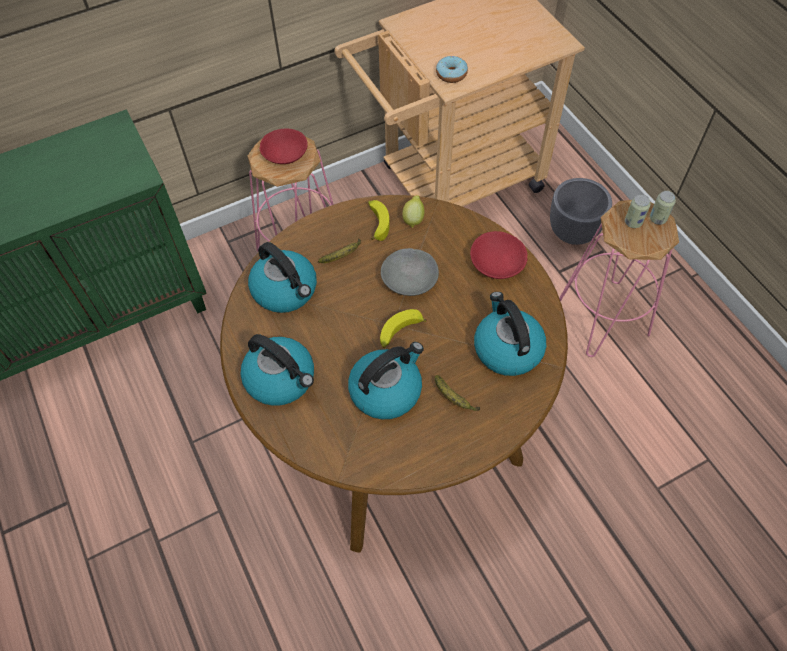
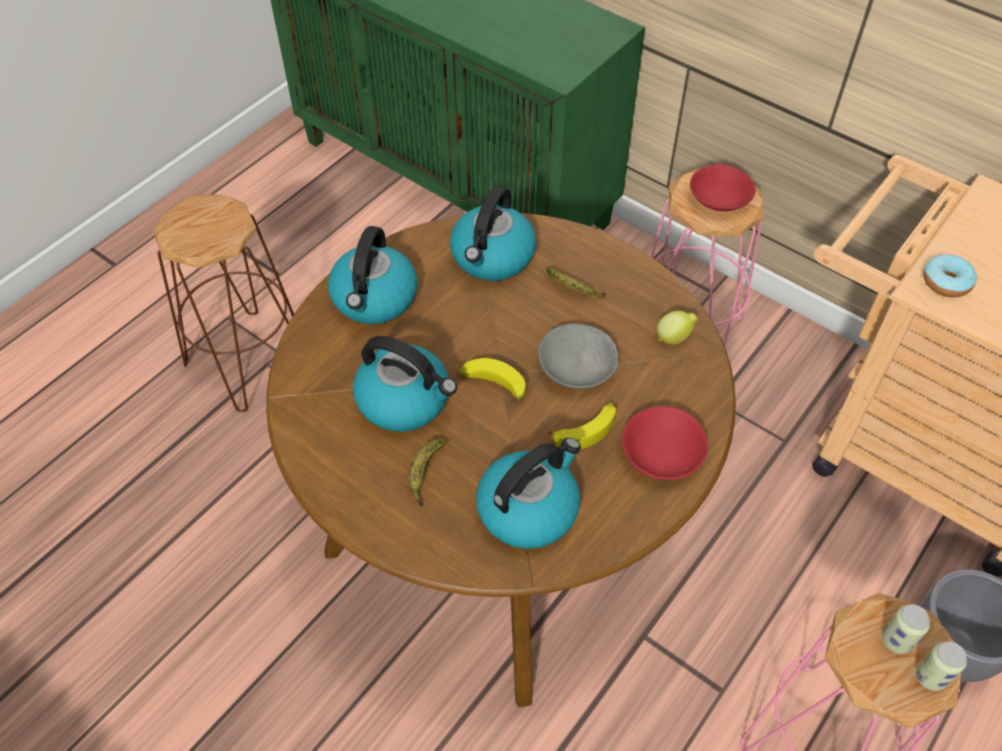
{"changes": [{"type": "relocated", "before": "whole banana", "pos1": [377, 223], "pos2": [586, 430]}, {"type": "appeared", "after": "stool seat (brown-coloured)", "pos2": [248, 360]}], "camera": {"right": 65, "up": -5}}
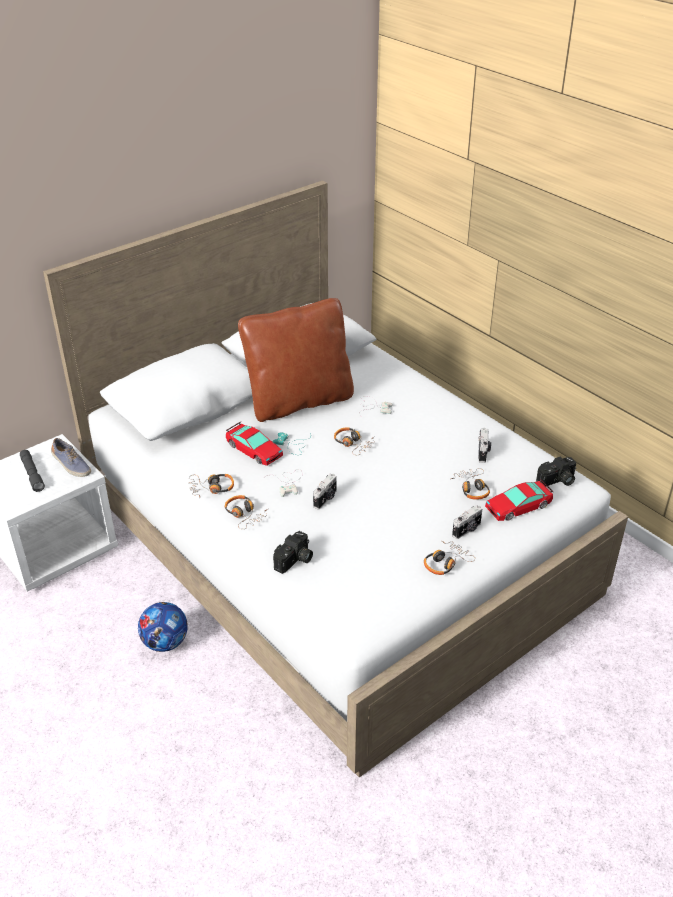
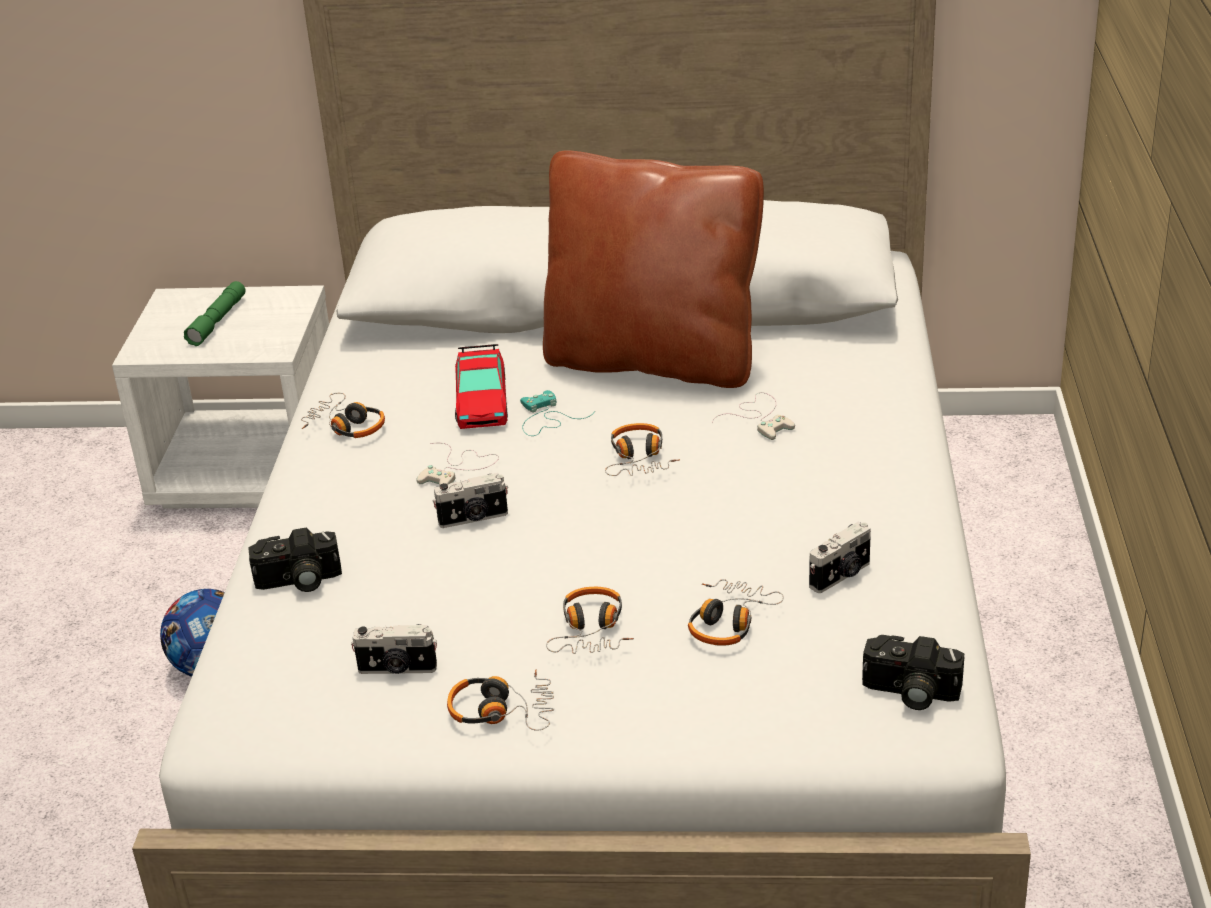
{"changes": [{"type": "missing", "before": "low shoe", "pos1": [71, 465]}, {"type": "colour", "before": "torch (gray)", "after": "torch (greenish)", "pos1": [32, 474], "pos2": [217, 321]}, {"type": "missing", "before": "miniature car", "pos1": [518, 506]}, {"type": "relocated", "before": "headset", "pos1": [244, 515], "pos2": [591, 631]}, {"type": "relocated", "before": "still camera", "pos1": [467, 530], "pos2": [397, 669]}], "camera": {"right": 45, "up": -5}}
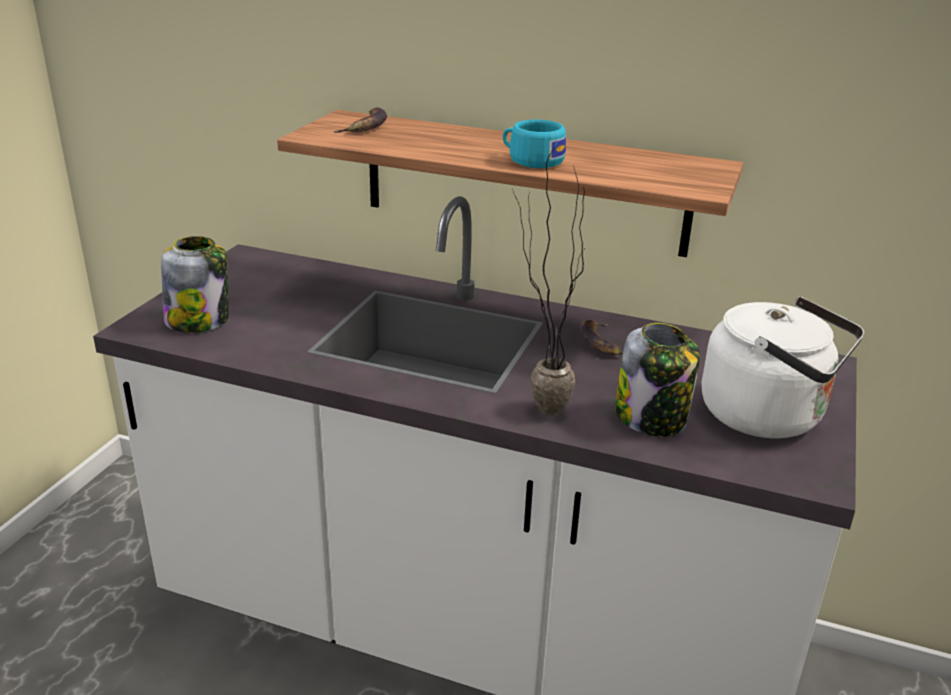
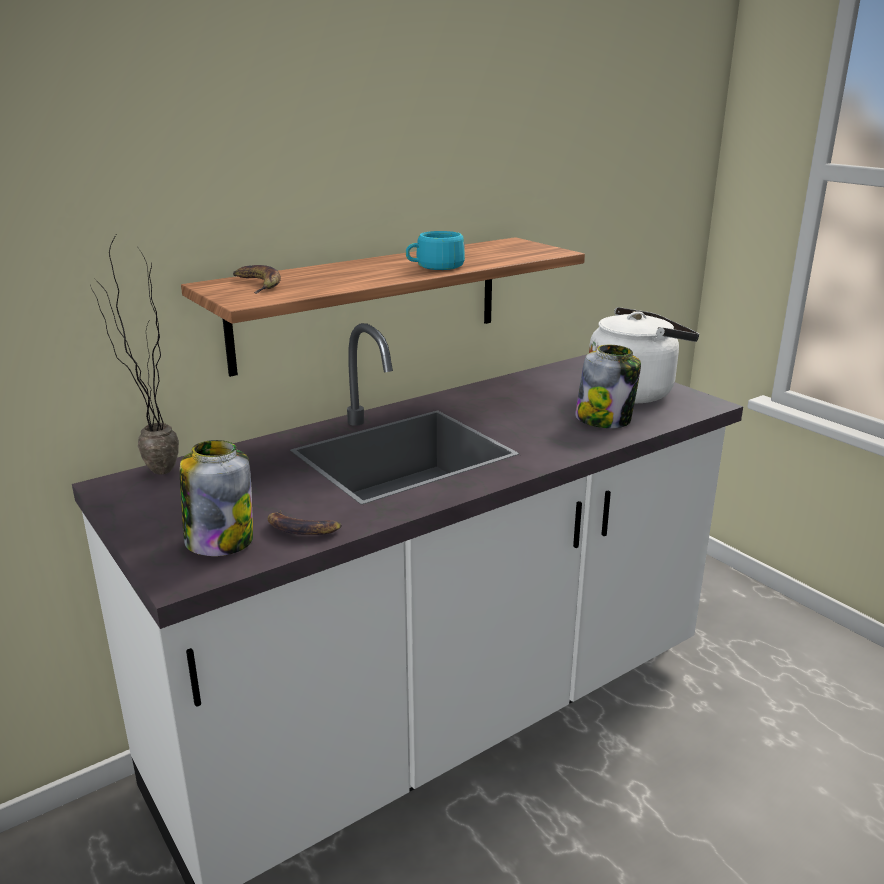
{"changes": [{"type": "relocated", "before": "houseplant", "pos1": [536, 409], "pos2": [150, 475]}, {"type": "relocated", "before": "whole banana", "pos1": [600, 342], "pos2": [302, 528]}], "camera": {"right": -55, "up": -5}}
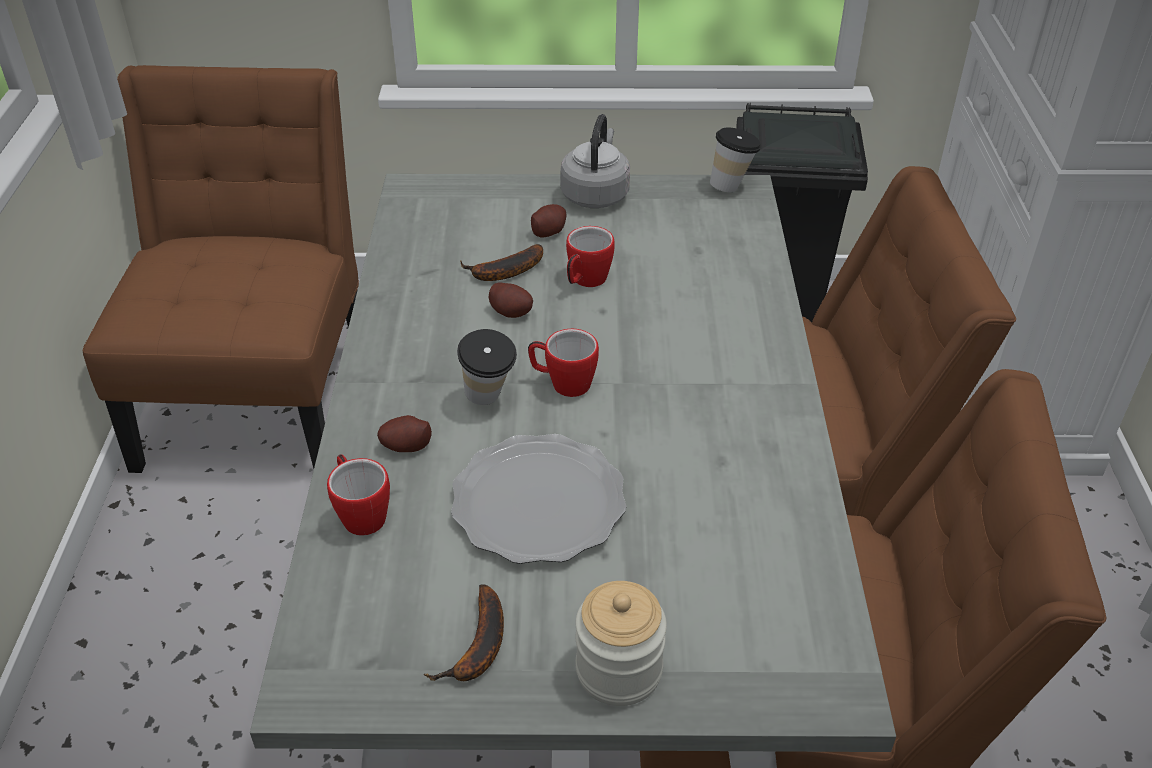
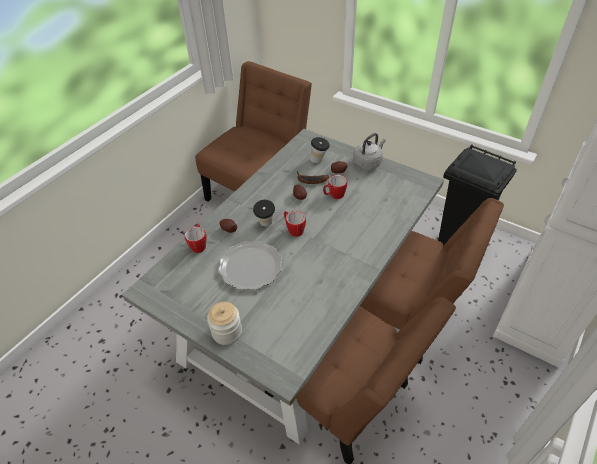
{"changes": [{"type": "relocated", "before": "small cup", "pos1": [732, 186], "pos2": [319, 160]}, {"type": "missing", "before": "whole banana", "pos1": [478, 648]}], "camera": {"right": 35, "up": 5}}
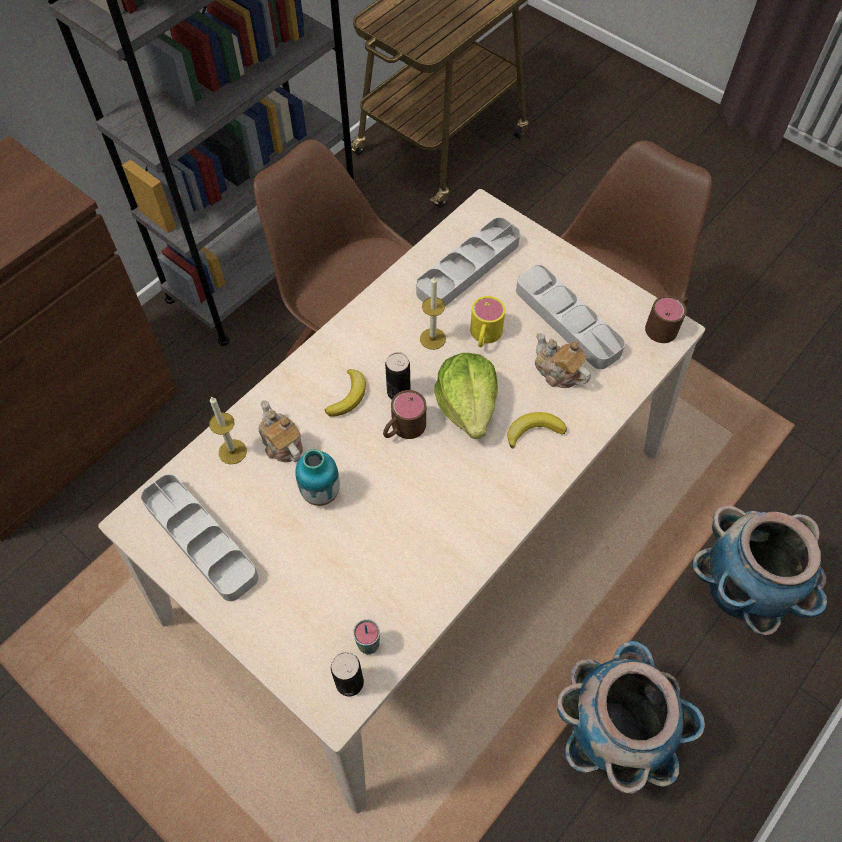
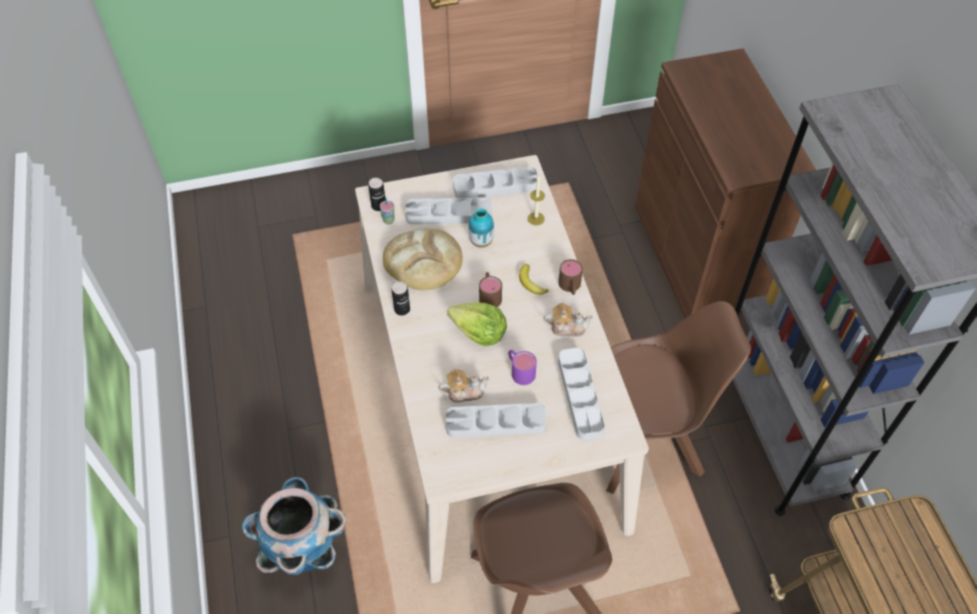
{"changes": [{"type": "missing", "before": "wax candle", "pos1": [432, 338]}, {"type": "colour", "before": "mug (yellowish)", "after": "mug (purplish)", "pos1": [484, 336], "pos2": [519, 371]}, {"type": "relocated", "before": "mug (brown-coloured)", "pos1": [666, 325], "pos2": [570, 287]}, {"type": "relocated", "before": "sealed can", "pos1": [398, 392], "pos2": [402, 309]}, {"type": "relocated", "before": "pot for tea", "pos1": [281, 444], "pos2": [567, 327]}, {"type": "missing", "before": "whole banana", "pos1": [533, 430]}, {"type": "missing", "before": "flower pot", "pos1": [610, 734]}, {"type": "appeared", "after": "tray (gray)", "pos2": [449, 214]}, {"type": "appeared", "after": "bakery bread", "pos2": [423, 261]}], "camera": {"right": 125, "up": -5}}
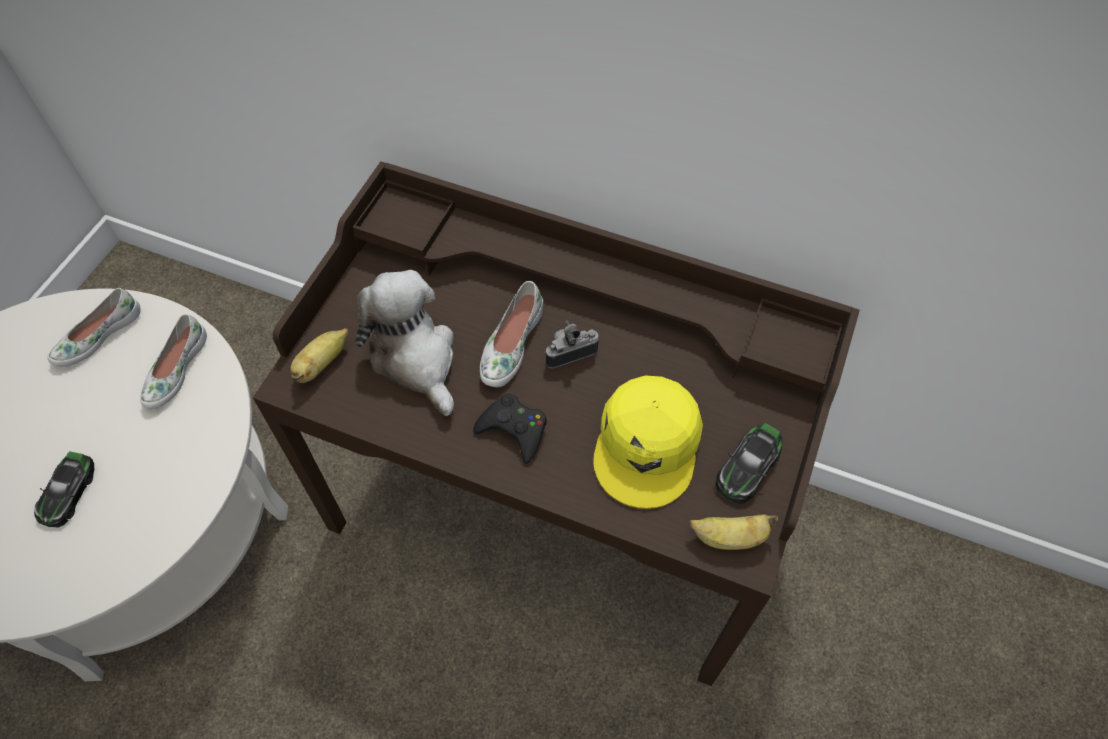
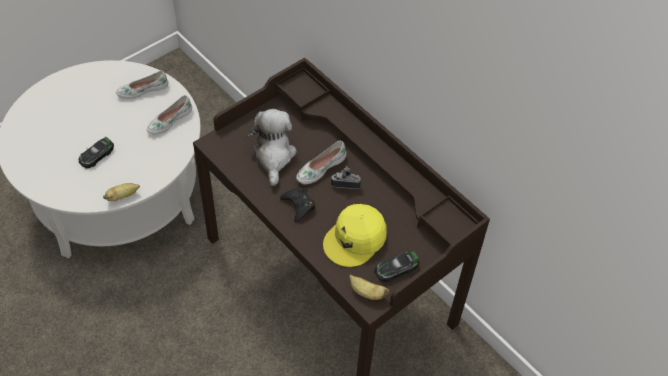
{"changes": [{"type": "relocated", "before": "whole banana", "pos1": [322, 364], "pos2": [122, 196]}], "camera": {"right": 25, "up": -5}}
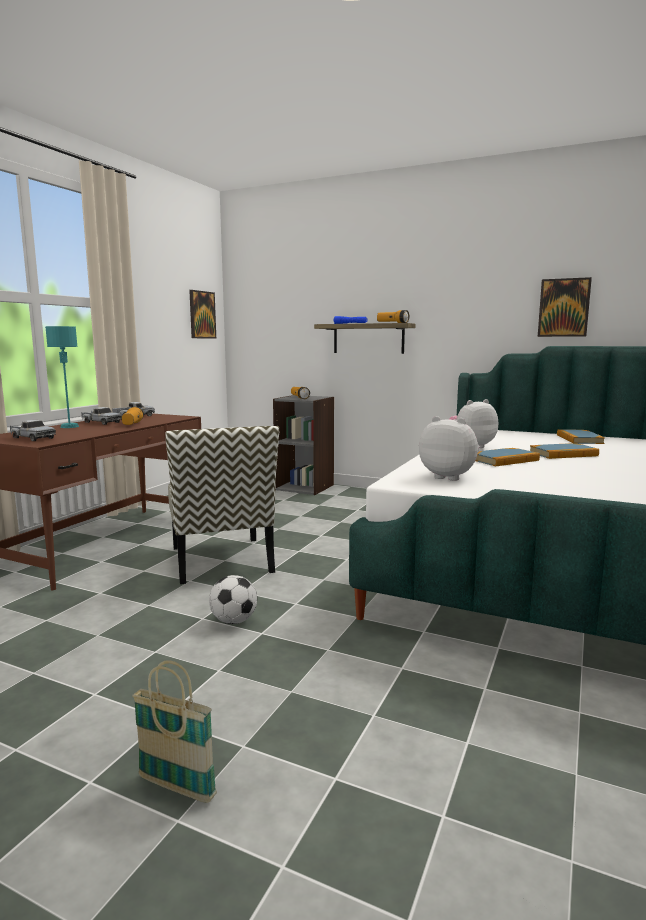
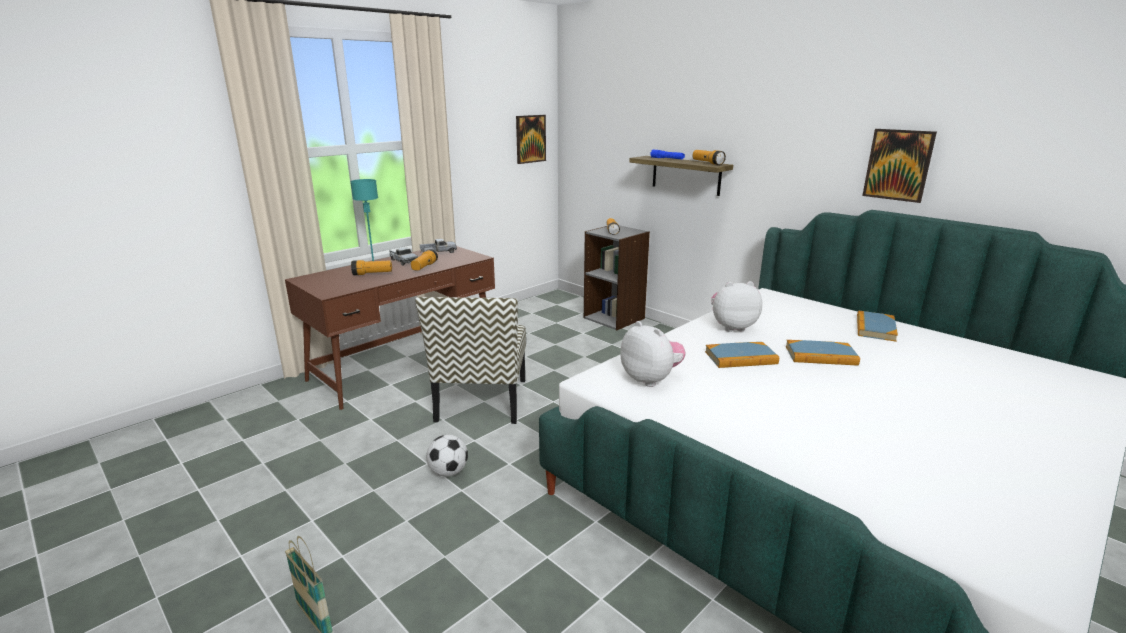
{"changes": [{"type": "missing", "before": "toy lorry", "pos1": [32, 438]}, {"type": "appeared", "after": "torch", "pos2": [372, 274]}], "camera": {"right": 20, "up": 10}}
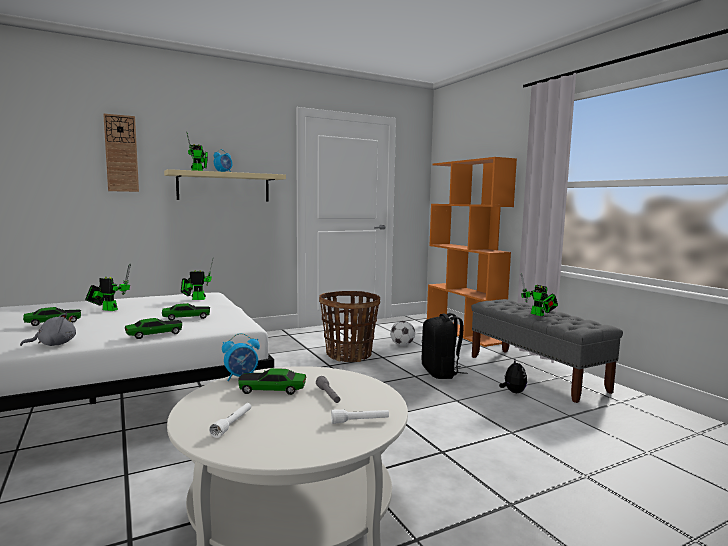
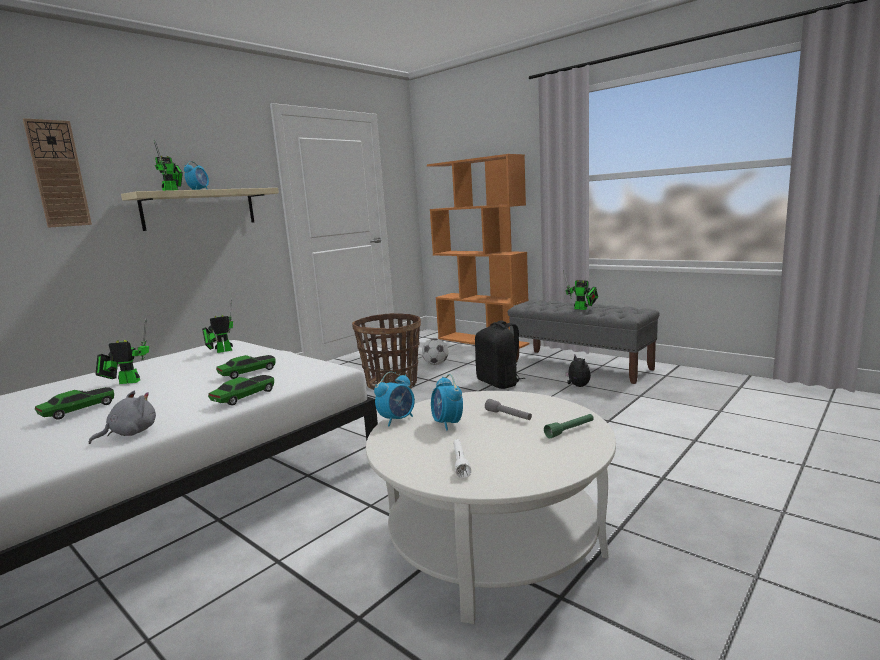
{"changes": [{"type": "exchanged", "before": "miniature car", "after": "bedside clock", "pos1": [272, 390], "pos2": [447, 424]}, {"type": "colour", "before": "torch (white-coloured)", "after": "torch (greenish)", "pos1": [360, 421], "pos2": [570, 430]}], "camera": {"right": -20, "up": 5}}
